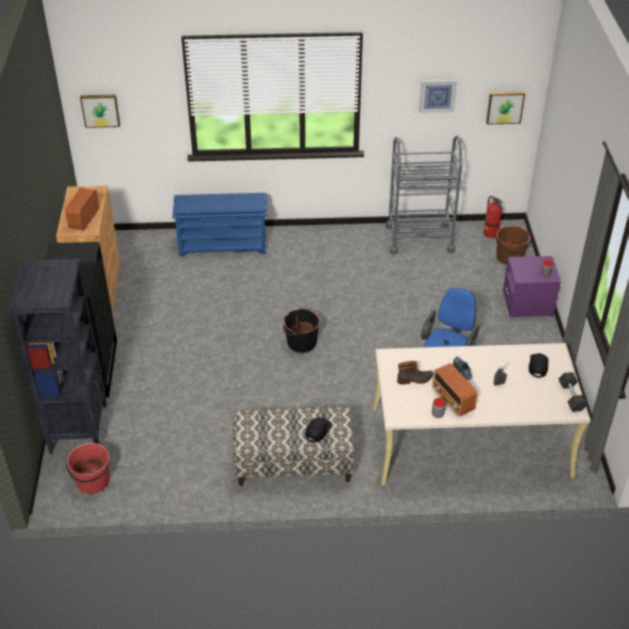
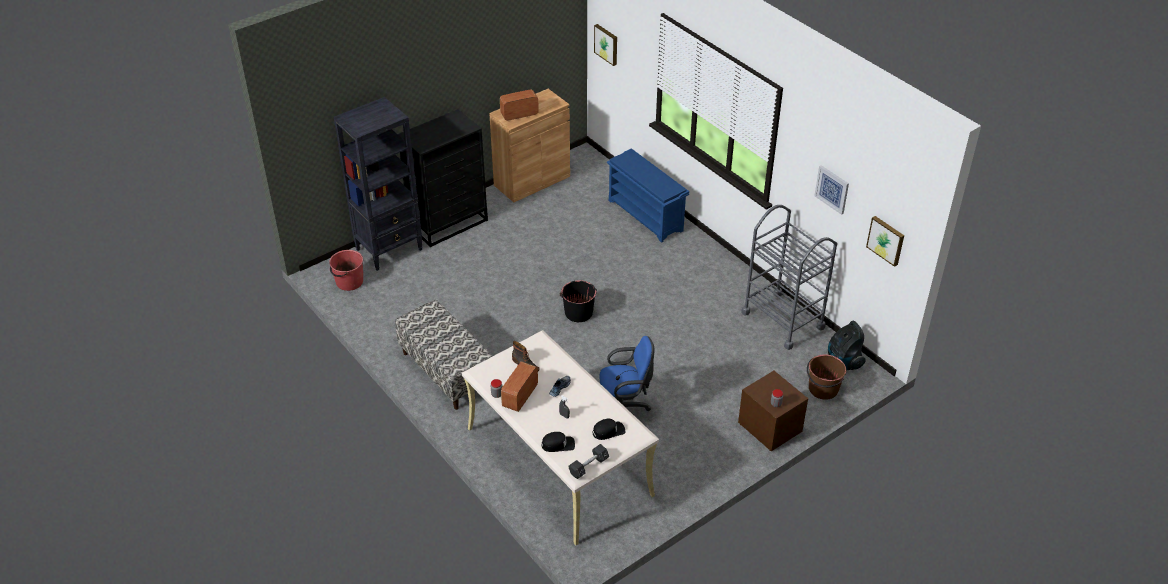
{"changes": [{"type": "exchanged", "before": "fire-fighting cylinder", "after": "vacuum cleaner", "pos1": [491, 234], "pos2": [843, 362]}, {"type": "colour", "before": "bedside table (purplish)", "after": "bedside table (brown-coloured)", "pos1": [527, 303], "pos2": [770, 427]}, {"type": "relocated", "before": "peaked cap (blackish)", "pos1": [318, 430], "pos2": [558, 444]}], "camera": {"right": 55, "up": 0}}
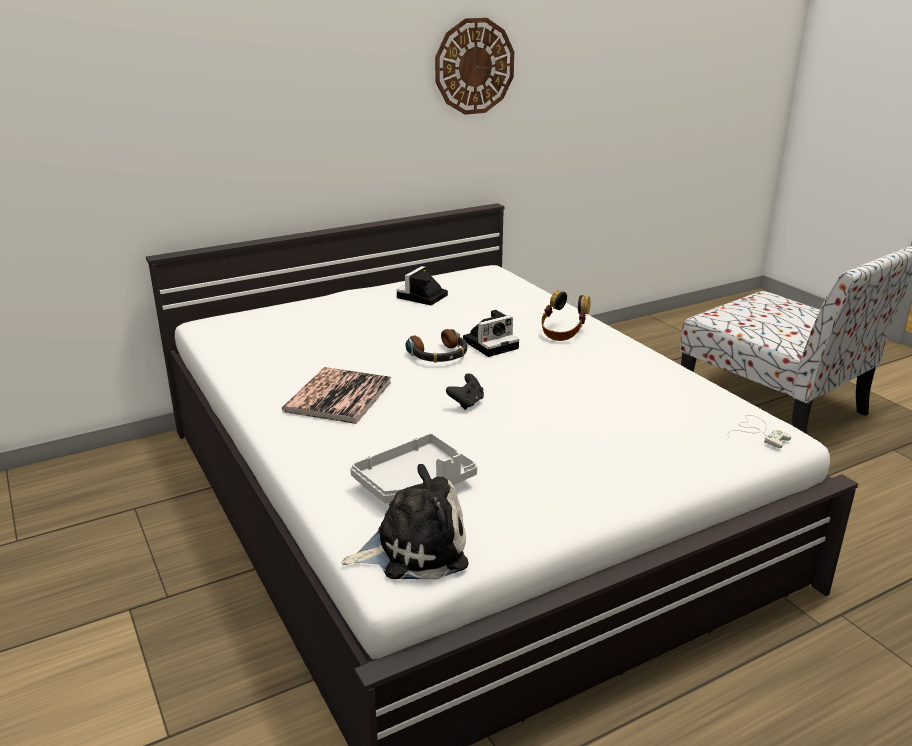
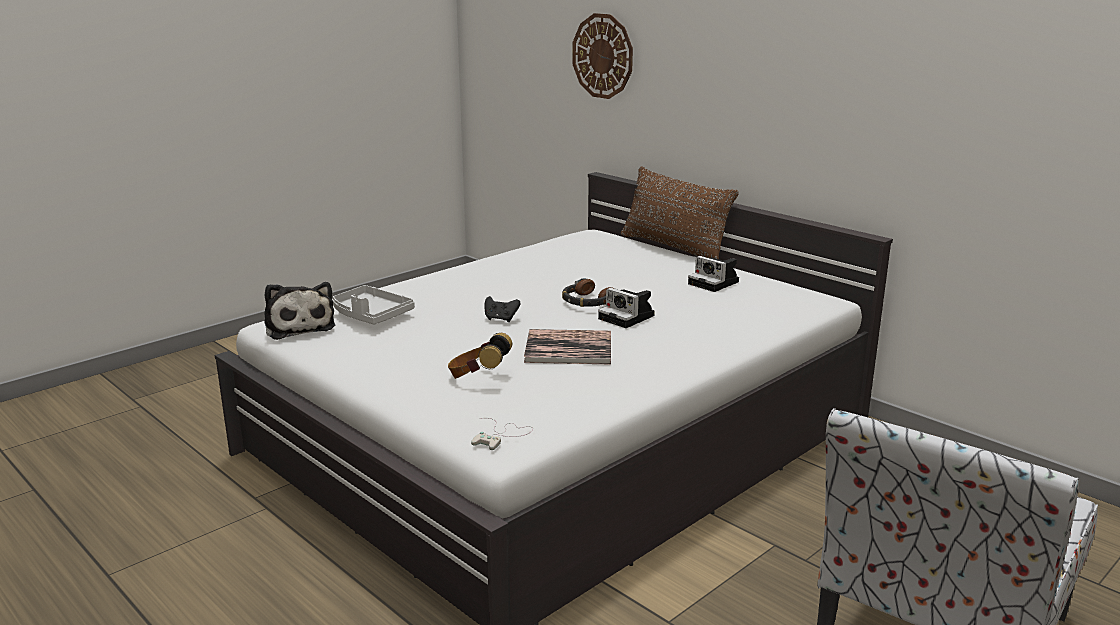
{"changes": [{"type": "relocated", "before": "hanging clock", "pos1": [474, 66], "pos2": [602, 56]}, {"type": "spun", "before": "still camera", "pos1": [422, 297], "pos2": [715, 283], "turn": -150}, {"type": "relocated", "before": "headset", "pos1": [563, 333], "pos2": [478, 377]}, {"type": "relocated", "before": "volume", "pos1": [338, 396], "pos2": [568, 348]}, {"type": "appeared", "after": "throw pillow (brown-coloured)", "pos2": [673, 248]}], "camera": {"right": 75, "up": -5}}
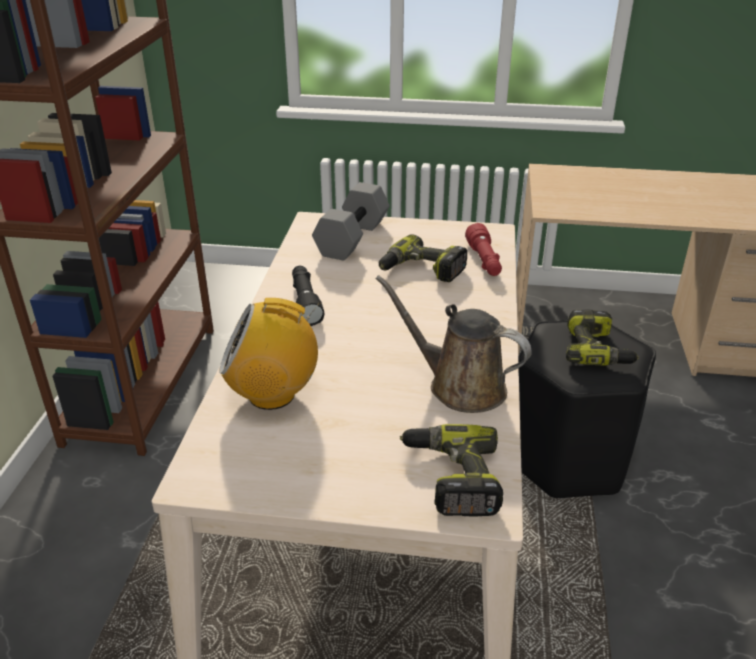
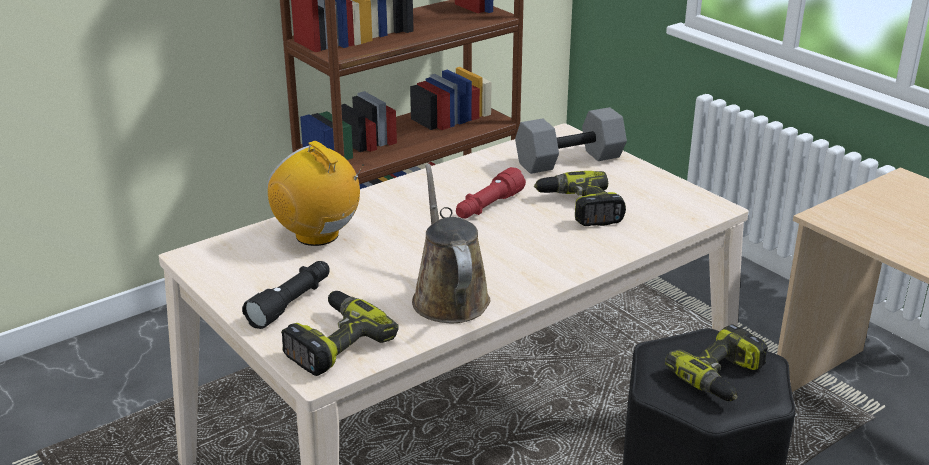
{"changes": [{"type": "relocated", "before": "torch (reddish)", "pos1": [484, 261], "pos2": [488, 207]}, {"type": "relocated", "before": "torch (blackish)", "pos1": [305, 302], "pos2": [291, 303]}], "camera": {"right": 45, "up": -5}}
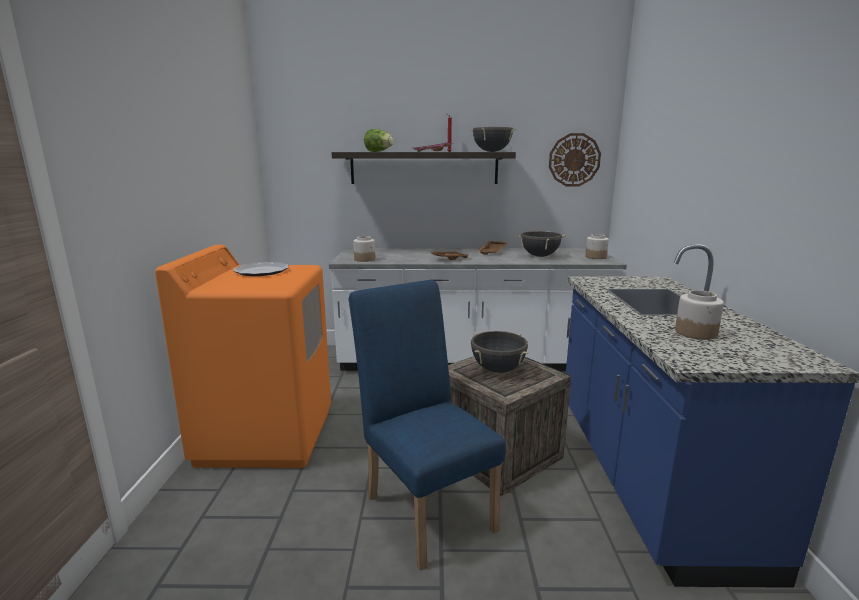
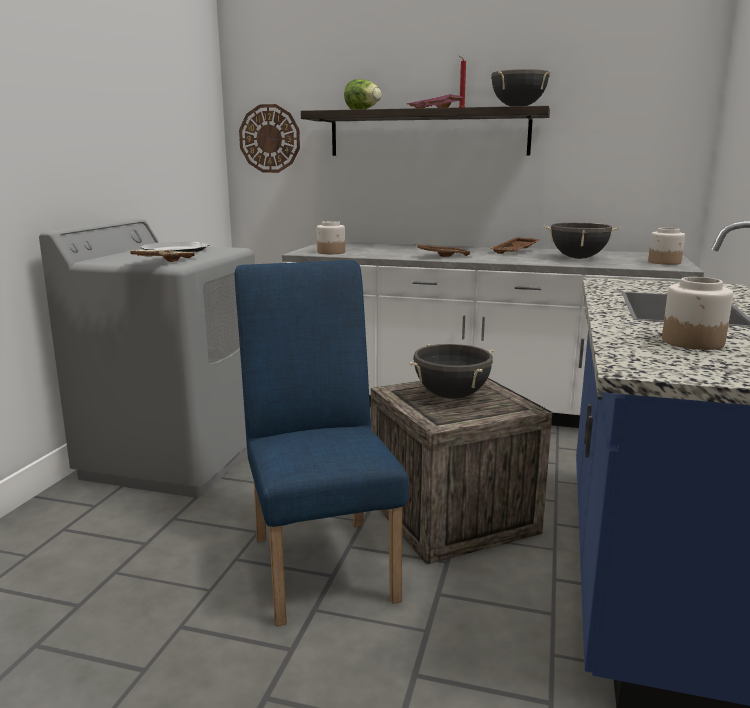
{"changes": [{"type": "relocated", "before": "hanging clock", "pos1": [574, 160], "pos2": [269, 138]}, {"type": "colour", "before": "washing machine (orangey)", "after": "washing machine (gray)", "pos1": [267, 435], "pos2": [175, 458]}, {"type": "appeared", "after": "tray (sand-coloured)", "pos2": [163, 261]}], "camera": {"right": 15, "up": 0}}
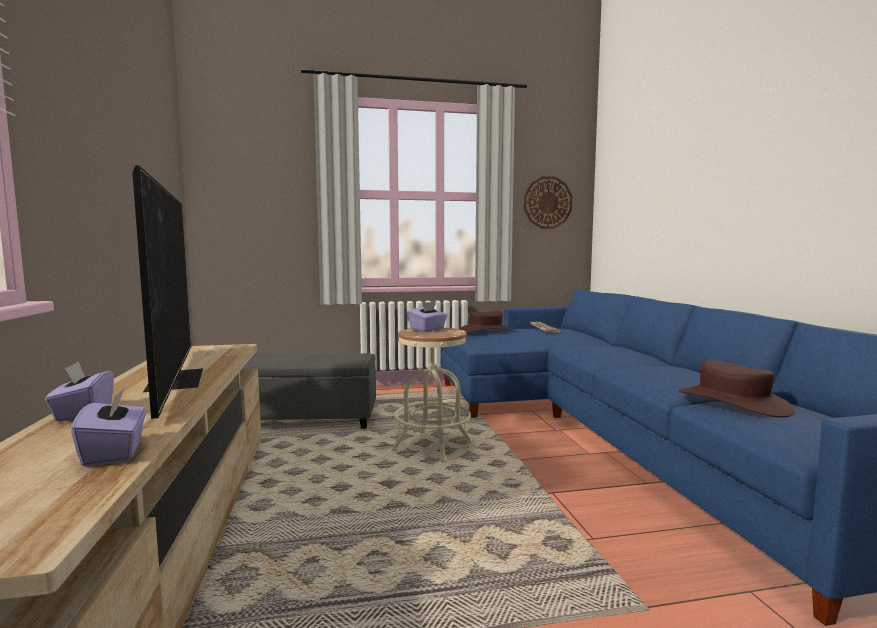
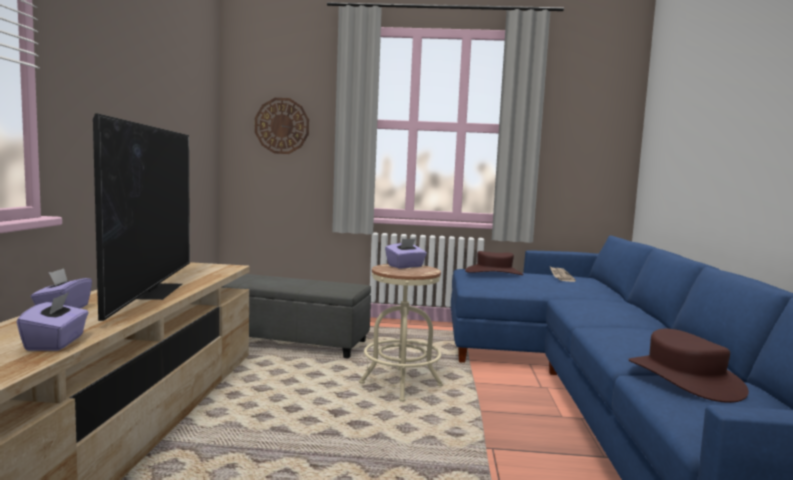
{"changes": [{"type": "relocated", "before": "hanging clock", "pos1": [547, 202], "pos2": [282, 126]}], "camera": {"right": 15, "up": 0}}
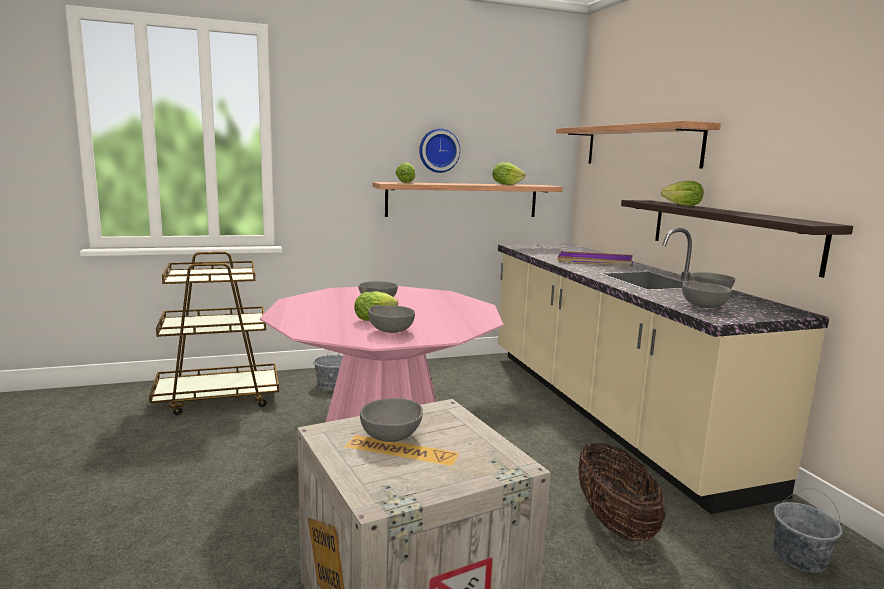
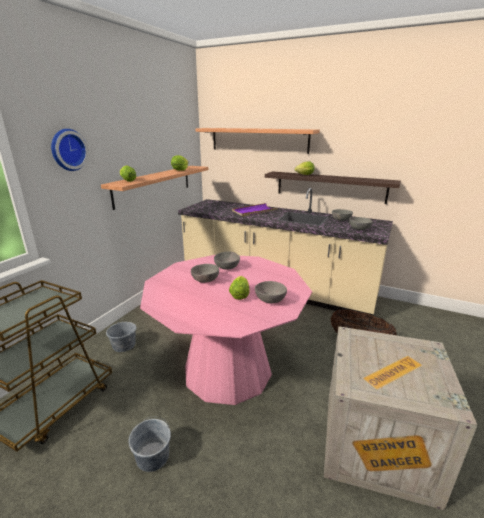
{"changes": [{"type": "relocated", "before": "hanging clock", "pos1": [438, 150], "pos2": [67, 150]}, {"type": "relocated", "before": "deep dish (gray)", "pos1": [392, 437], "pos2": [227, 267]}, {"type": "relocated", "before": "water bucket (gray)", "pos1": [799, 557], "pos2": [152, 457]}], "camera": {"right": -45, "up": 10}}
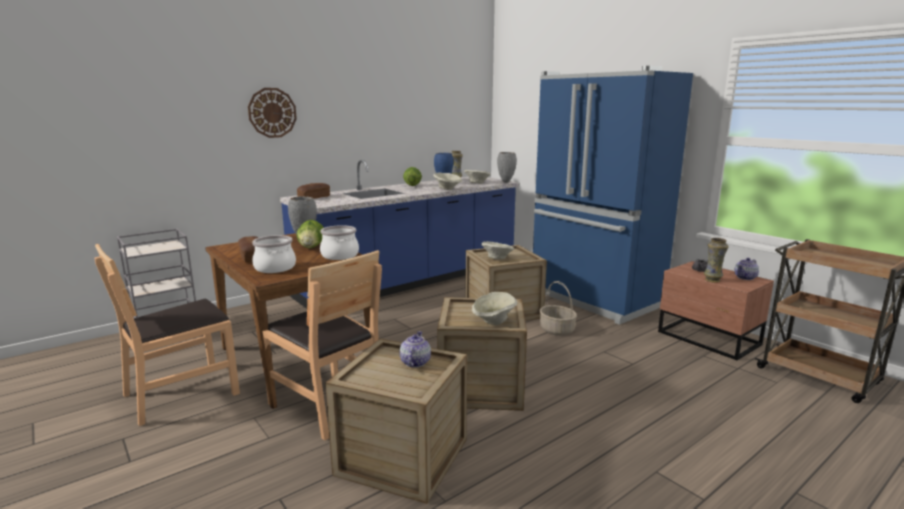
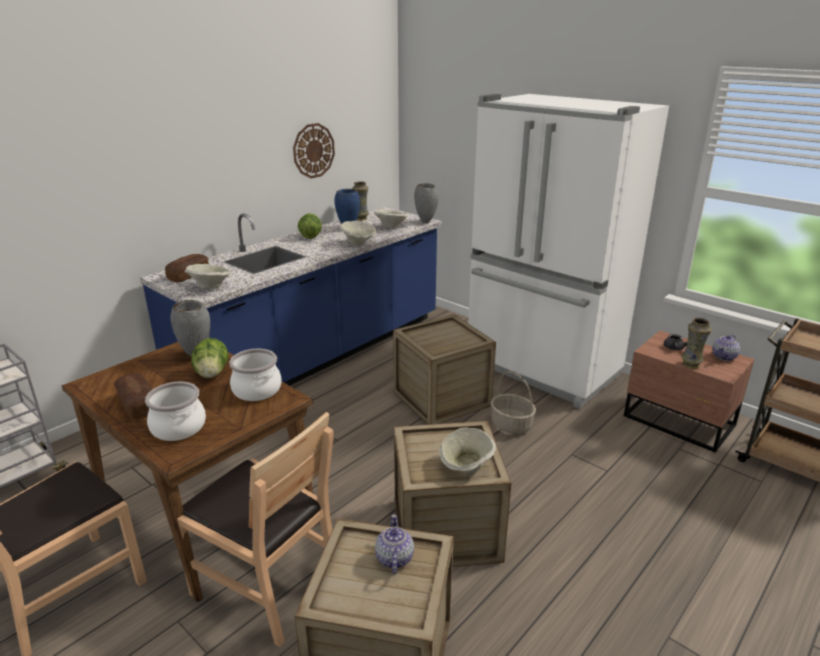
{"changes": [{"type": "colour", "before": "refrigerator (blue)", "after": "refrigerator (white-coloured)", "pos1": [593, 299], "pos2": [541, 369]}, {"type": "relocated", "before": "hanging clock", "pos1": [272, 112], "pos2": [313, 150]}, {"type": "relocated", "before": "deep dish (sand-coloured)", "pos1": [497, 259], "pos2": [210, 287]}], "camera": {"right": -10, "up": 10}}
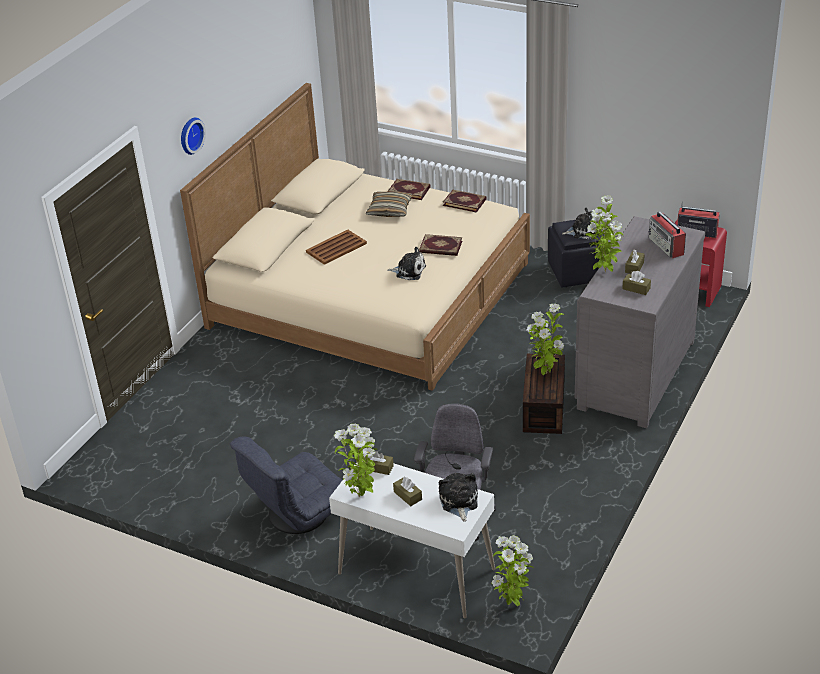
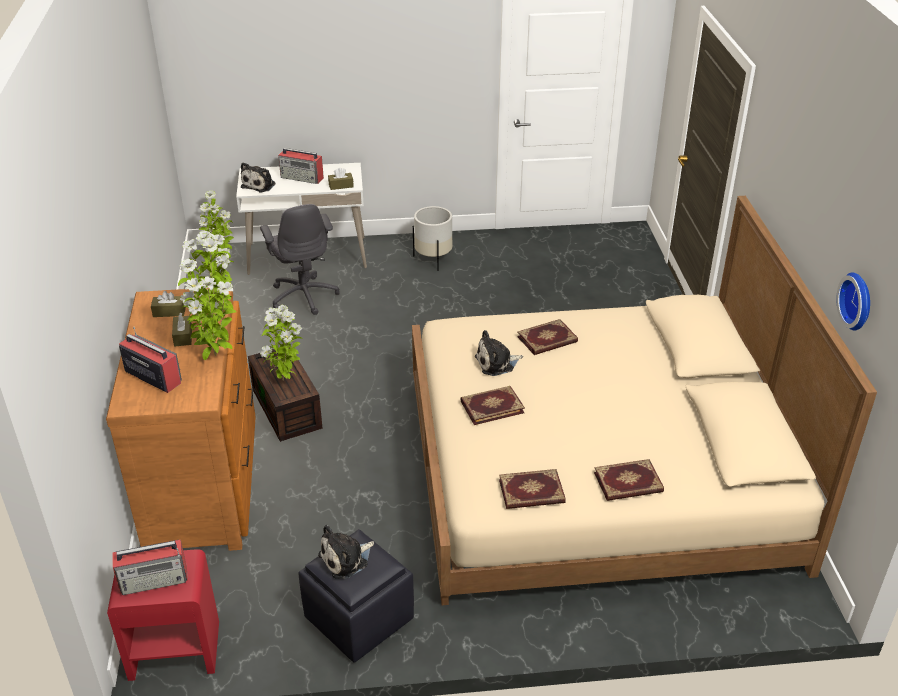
{"changes": [{"type": "relocated", "before": "hanging clock", "pos1": [190, 135], "pos2": [858, 301]}, {"type": "missing", "before": "throw pillow", "pos1": [389, 210]}, {"type": "colour", "before": "dresser (gray)", "after": "dresser (brown-coloured)", "pos1": [633, 374], "pos2": [205, 482]}, {"type": "missing", "before": "tray (brown-coloured)", "pos1": [335, 248]}, {"type": "relocated", "before": "houseplant", "pos1": [360, 496], "pos2": [214, 357]}, {"type": "exchanged", "before": "easy chair (gray)", "after": "flower pot (white-coloured)", "pos1": [297, 513], "pos2": [433, 259]}, {"type": "spun", "before": "soft toy", "pos1": [459, 502], "pos2": [260, 185], "turn": 60}, {"type": "exchanged", "before": "box of tissues (brown-coloured)", "after": "radio set", "pos1": [407, 495], "pos2": [302, 178]}, {"type": "appeared", "after": "volume", "pos2": [547, 340]}], "camera": {"right": 145, "up": 0}}
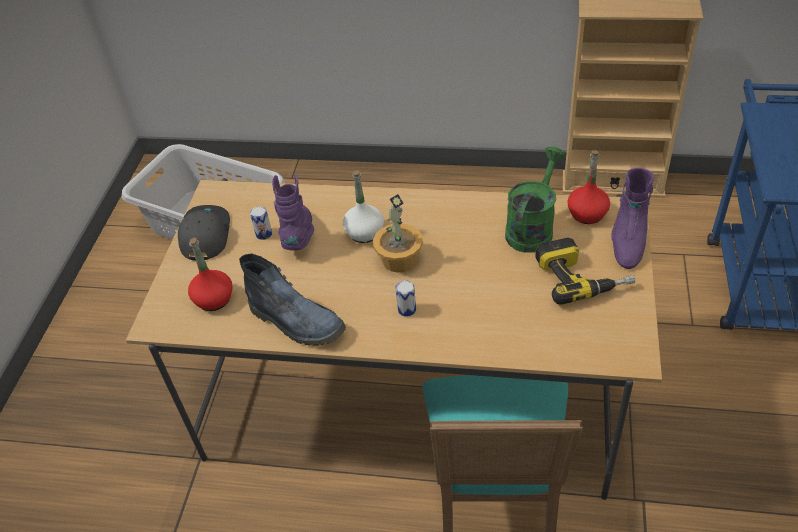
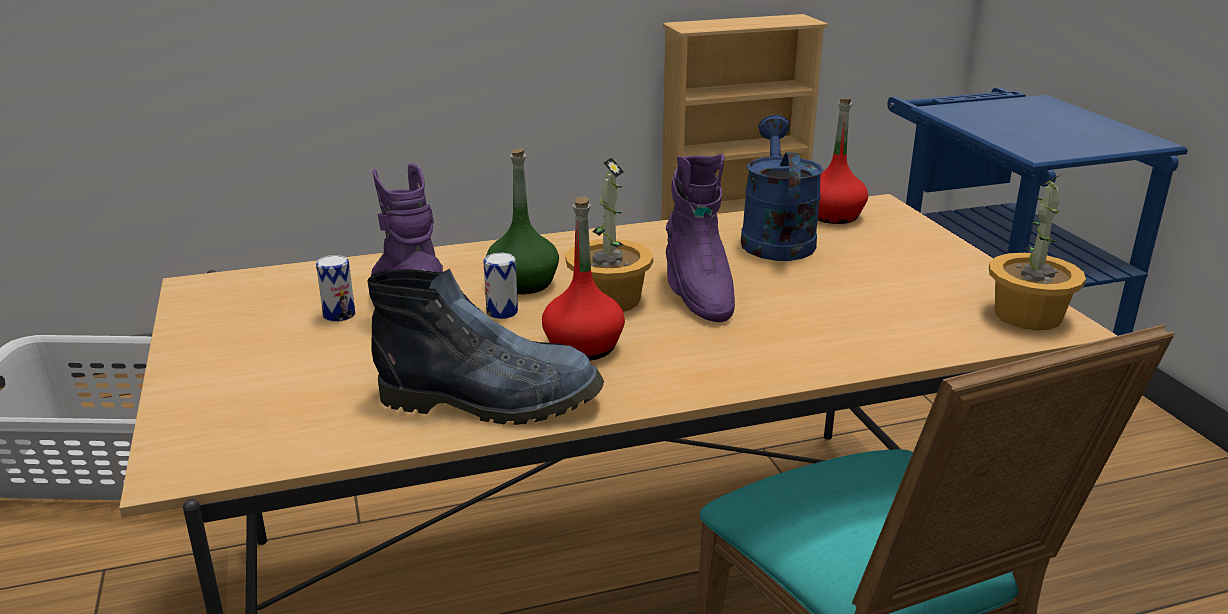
{"changes": [{"type": "colour", "before": "sprinkling can (greenish)", "after": "sprinkling can (blue)", "pos1": [532, 228], "pos2": [775, 238]}, {"type": "relocated", "before": "tall boot (purplish)", "pos1": [627, 241], "pos2": [697, 293]}, {"type": "colour", "before": "beverage bottle (white-coloured)", "after": "beverage bottle (greenish)", "pos1": [364, 232], "pos2": [523, 283]}, {"type": "missing", "before": "peaked cap (gray)", "pos1": [204, 235]}, {"type": "missing", "before": "electric drill", "pos1": [581, 277]}, {"type": "relocated", "before": "beverage bottle (reddish)", "pos1": [214, 299], "pos2": [583, 347]}, {"type": "relocated", "before": "sealed can", "pos1": [407, 309], "pos2": [502, 312]}, {"type": "appeared", "after": "houseplant", "pos2": [1029, 316]}], "camera": {"right": -30, "up": -20}}
